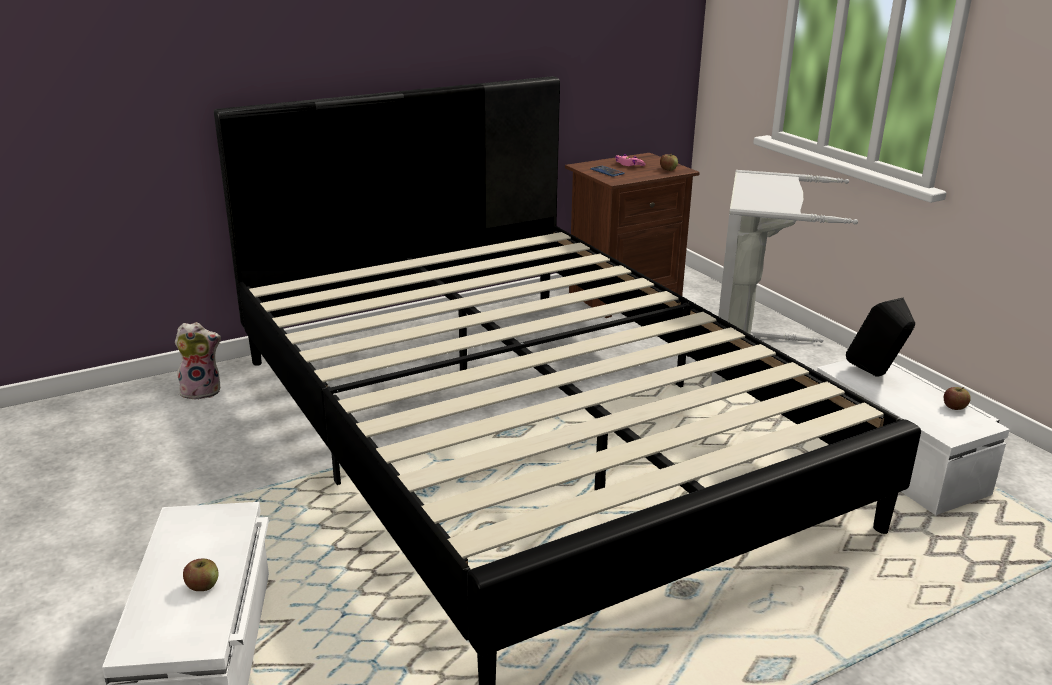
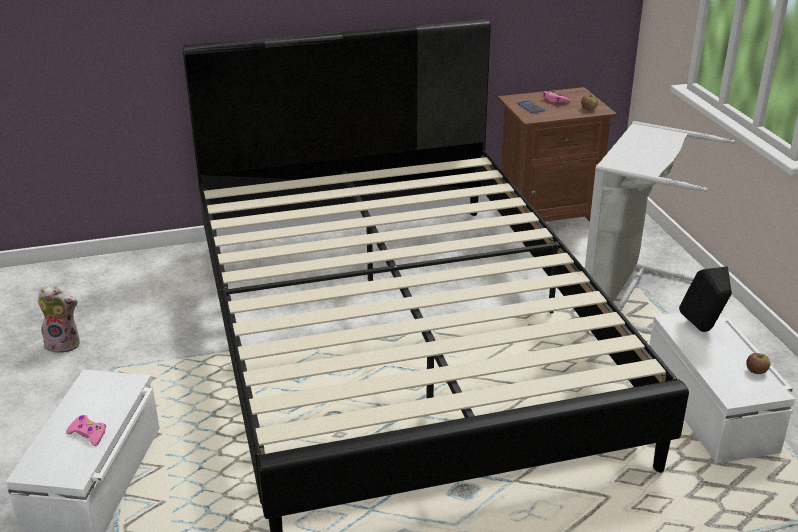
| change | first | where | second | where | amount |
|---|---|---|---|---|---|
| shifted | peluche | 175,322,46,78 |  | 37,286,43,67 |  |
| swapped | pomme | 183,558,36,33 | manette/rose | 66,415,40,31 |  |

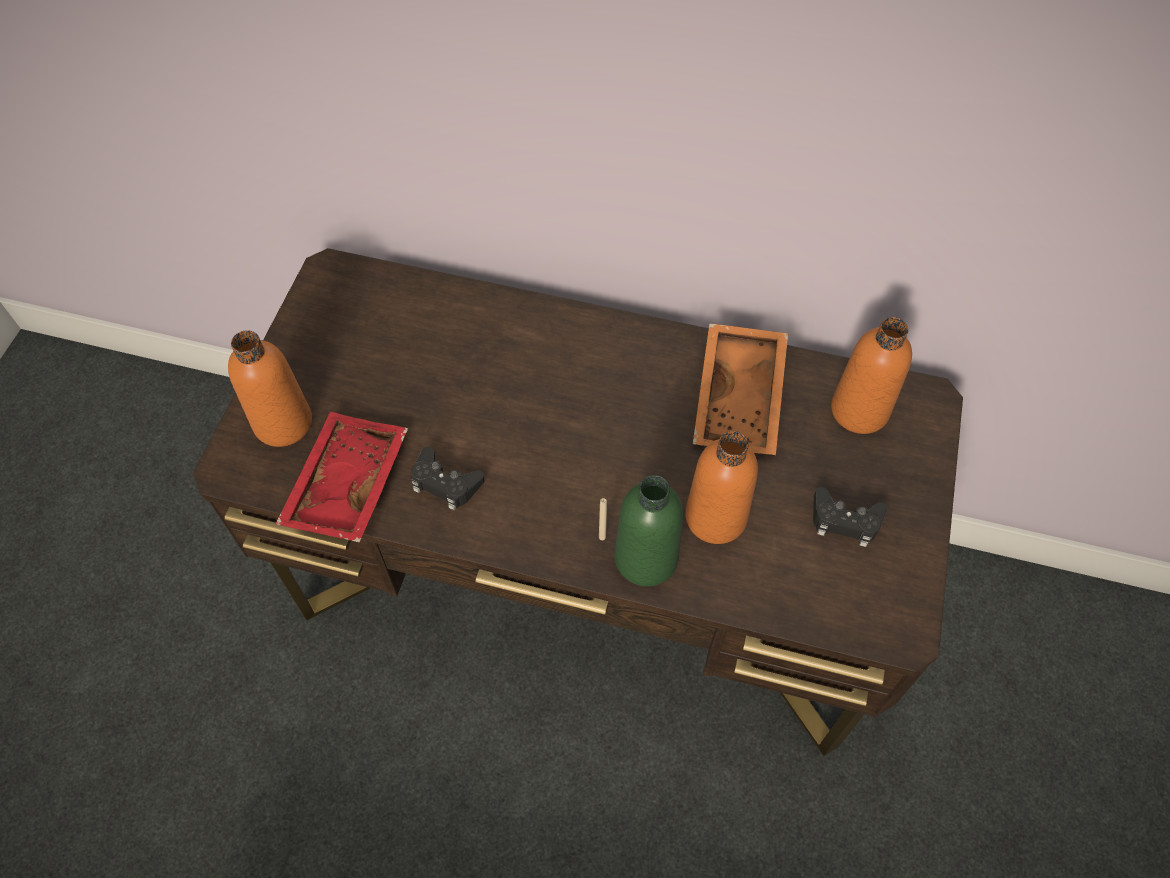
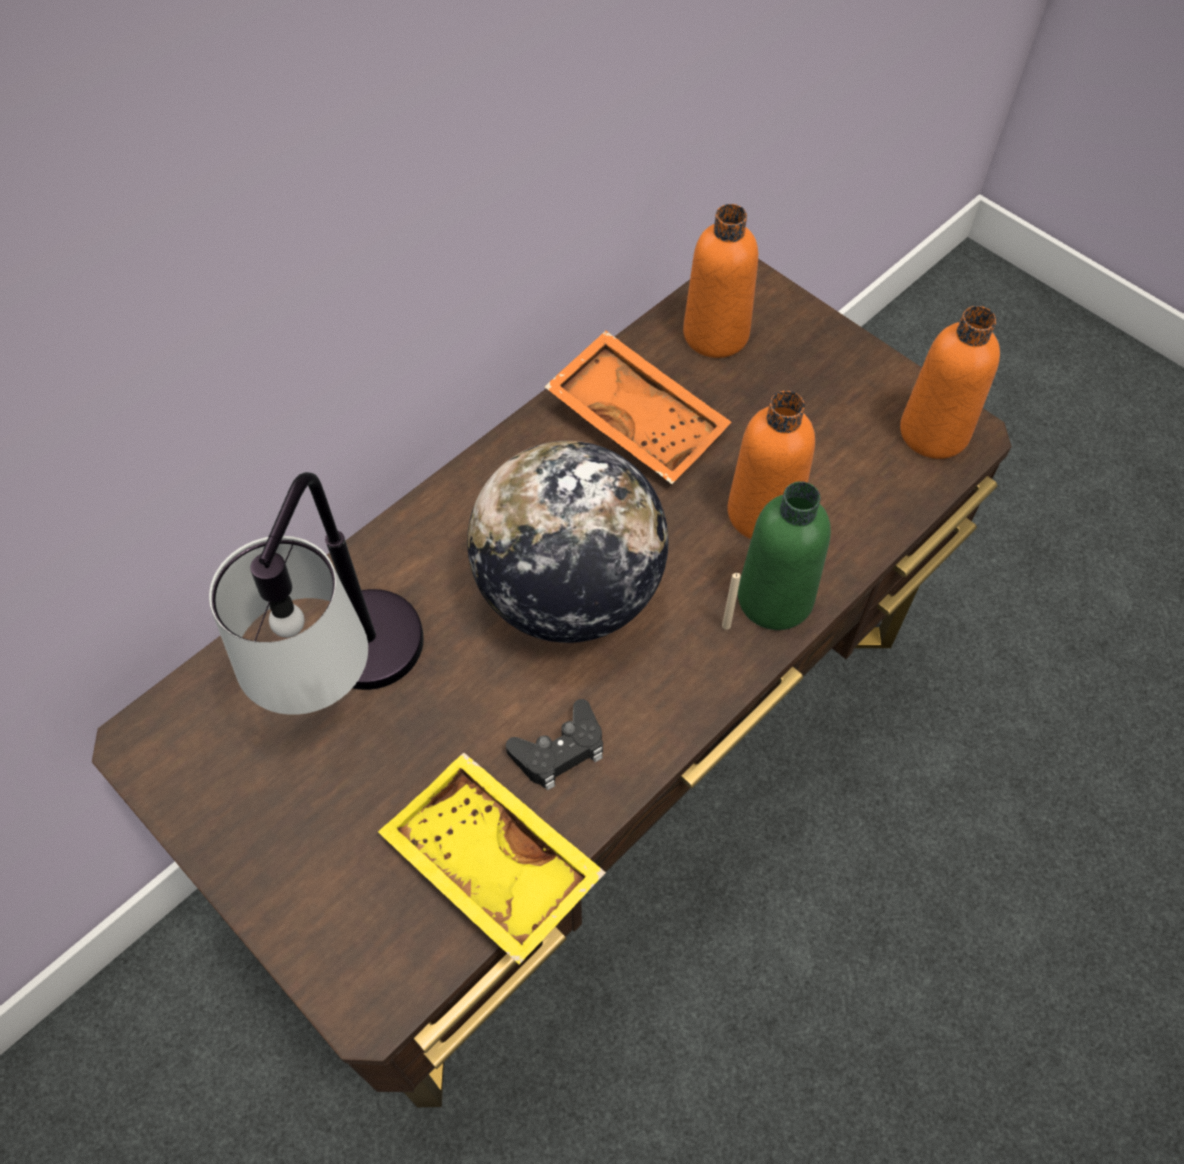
| change | first | where | second | where | amount |
|---|---|---|---|---|---|
| new |  |  | lampe de table | 209,472,215,243 |  |
| repainted | plateau/rouge | 275,412,133,131 | plateau/jaune | 378,753,228,212 |  |
| new |  |  | globe | 467,441,201,202 |  |
| shifted | bouteille/orange | 228,330,84,117 |  | 900,306,100,153 |  |
| gone | manette/noir | 813,487,75,60 |  |  |  |

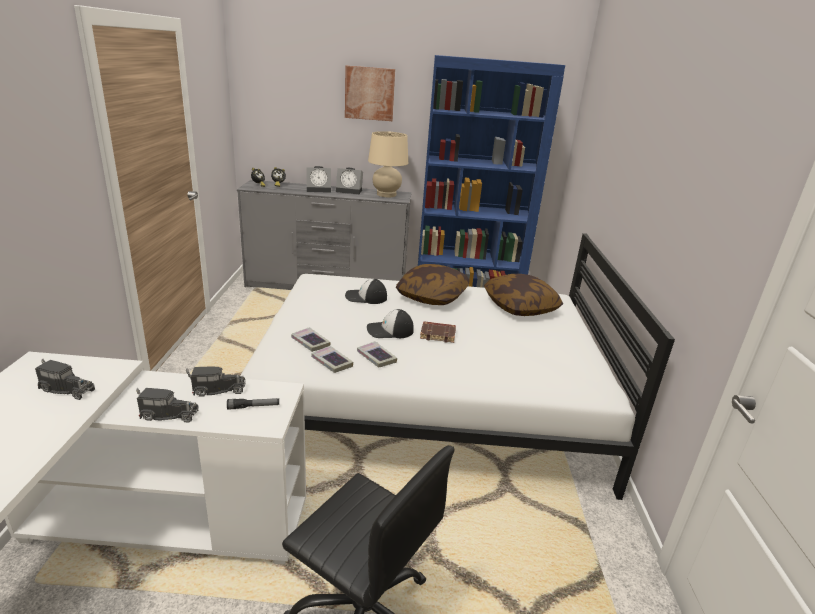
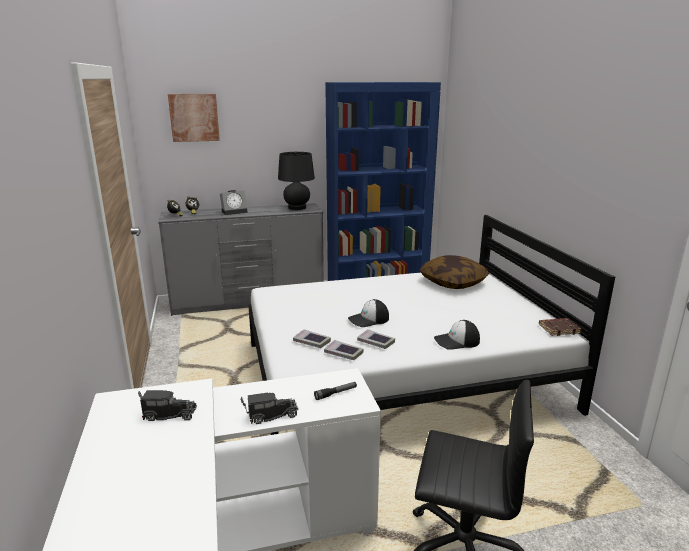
| change | first | where | second | where | amount |
|---|---|---|---|---|---|
| shifted | tableau | 345,66,50,55 |  | 168,94,52,48 |  |
| repainted | lampe de table/beige | 368,131,40,66 | lampe de table/noir | 278,151,37,59 |  |
| shifted | casquette | 345,279,42,25 |  | 434,320,46,30 |  |
| shifted | livre/marron | 420,321,36,22 |  | 539,318,42,18 |  |
| gone | camion jouet | 186,366,60,31 |  |  |  |
| gone | réveil | 336,168,27,26 |  |  |  |
| gone | coussin | 396,264,74,41 |  |  |  |

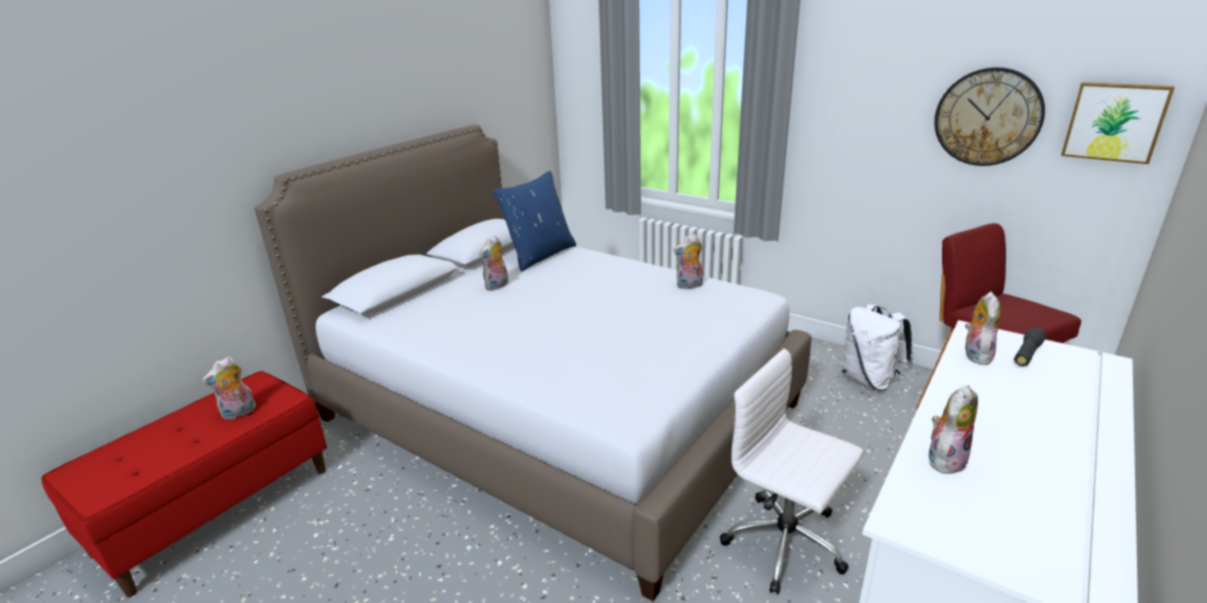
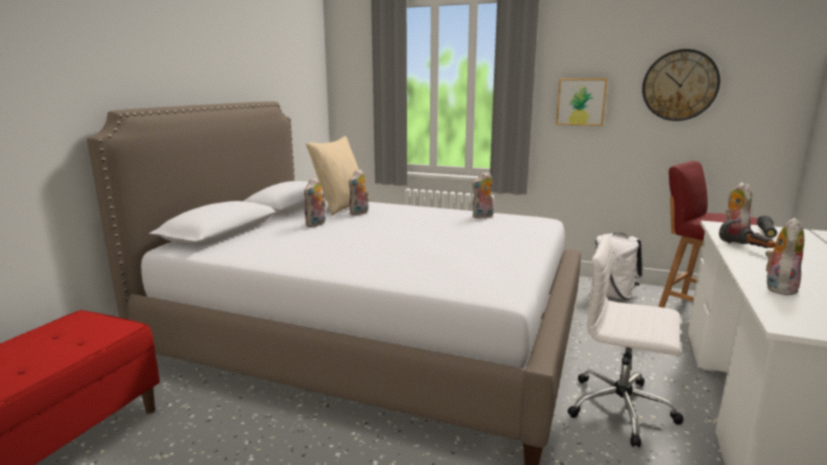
| change | first | where | second | where | amount |
|---|---|---|---|---|---|
| repainted | coussin/bleu | 492,171,84,101 | coussin/beige | 306,136,63,80 |  |
| shifted | peluche | 202,357,54,63 |  | 349,169,20,46 |  |
| shifted | tableau | 1061,82,114,82 |  | 556,79,52,47 |  |
| new |  |  | lampe de poche | 719,219,57,29 |  |

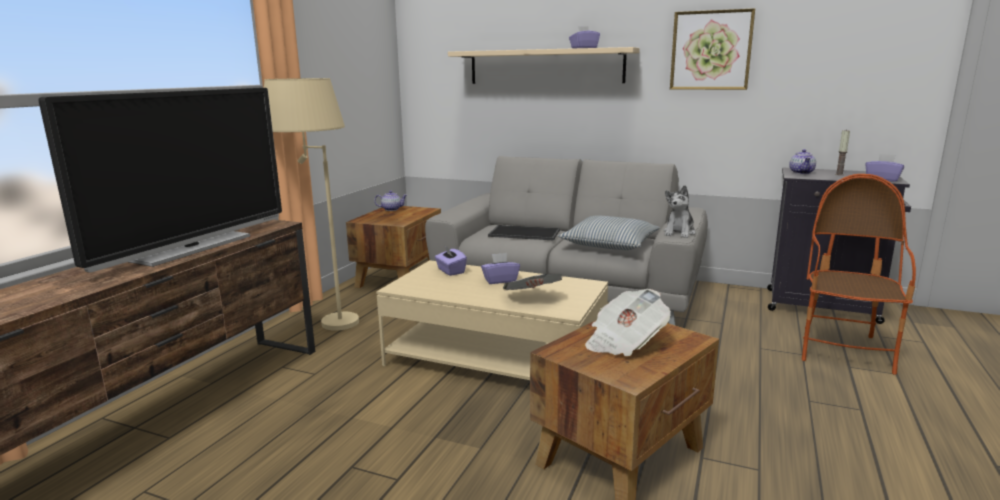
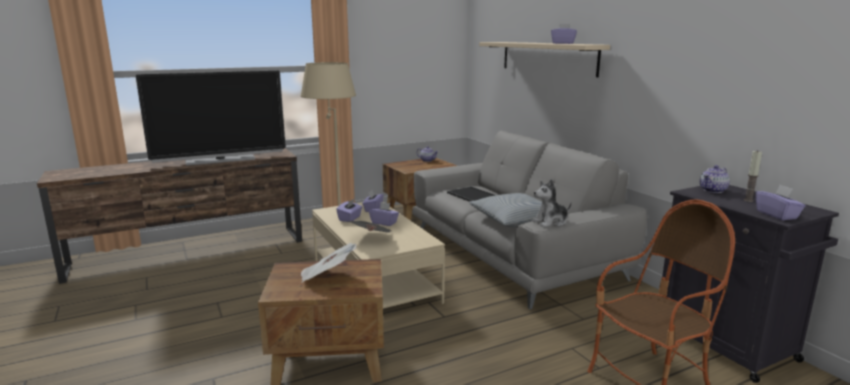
| change | first | where | second | where | amount |
|---|---|---|---|---|---|
| new |  |  | boîte à mouchoirs/violet | 336,199,26,23 |  |
| gone | tableau | 670,8,85,82 |  |  |  |

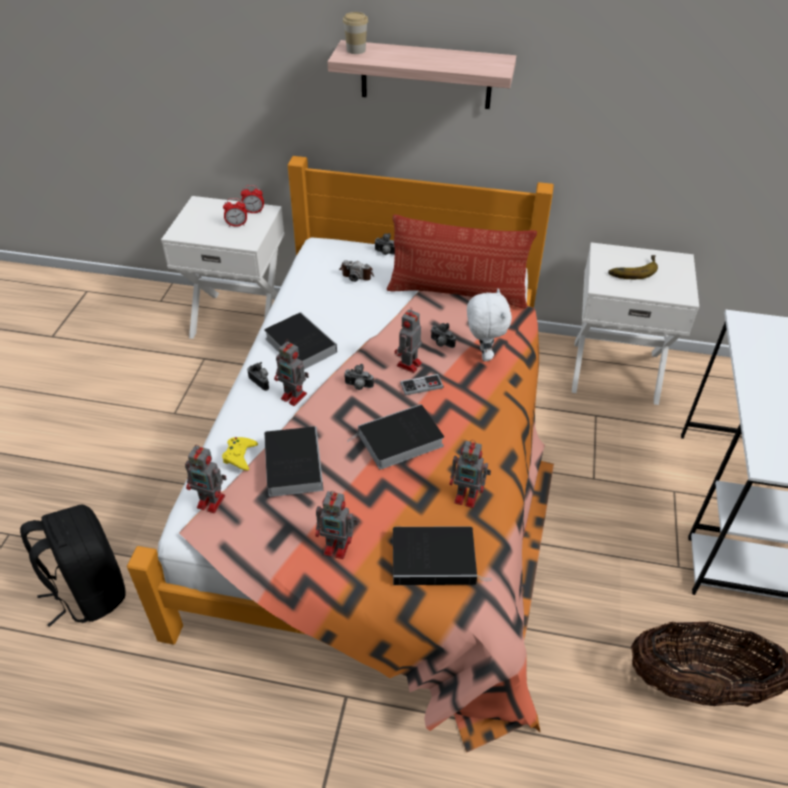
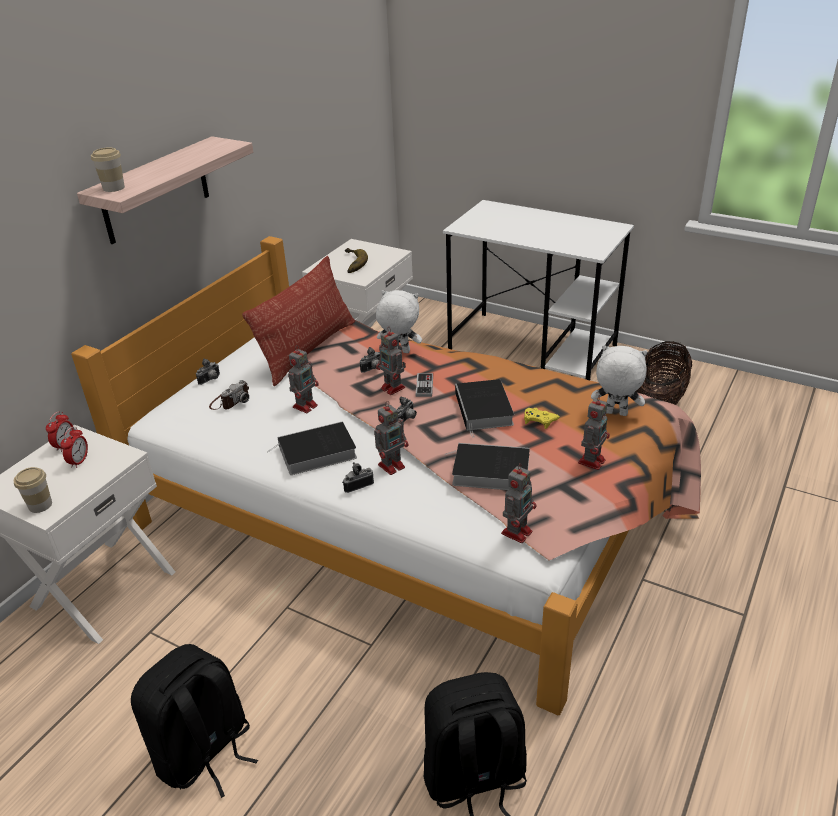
| change | first | where | second | where | amount |
|---|---|---|---|---|---|
| new |  |  | tasse | 14,467,38,46 |  |
| new |  |  | sac à dos/noir | 131,644,127,154 |  |
| shifted | robot jouet | 449,440,42,68 |  | 288,345,31,68 |  |
| shifted | manette/jaune | 222,437,36,34 |  | 524,408,36,21 |  |
| swapped | livre | 393,526,99,59 | peluche/blanc | 591,345,56,71 |  |

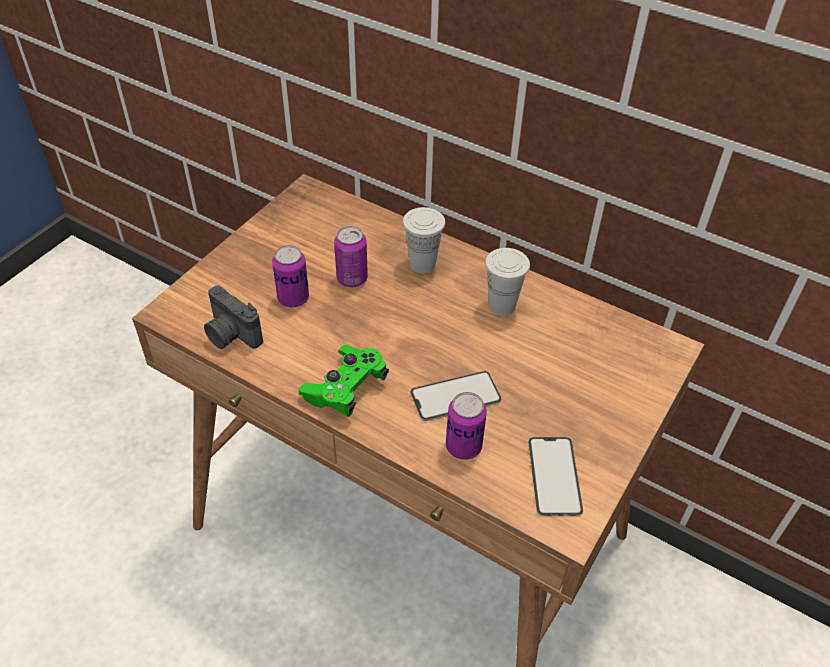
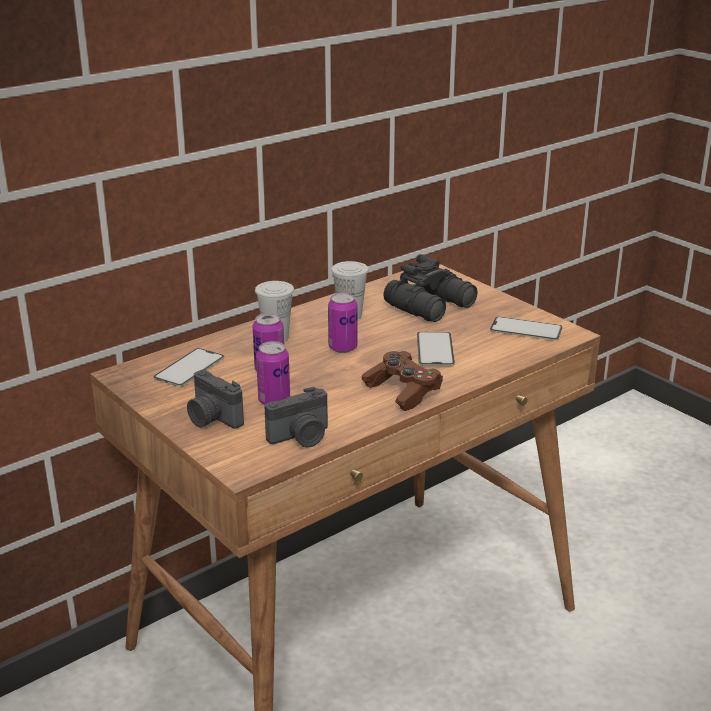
| change | first | where | second | where | amount |
|---|---|---|---|---|---|
| new |  |  | téléphone | 154,348,70,39 |  |
| new |  |  | appareil photo | 187,370,57,59 |  |
| shifted | boîte métallique | 446,392,41,68 |  | 328,293,30,60 |  |
| repainted | manette/vert | 299,345,90,72 | manette/marron | 362,351,81,60 |  |
| new |  |  | jumelles/noir | 384,254,94,68 |  |

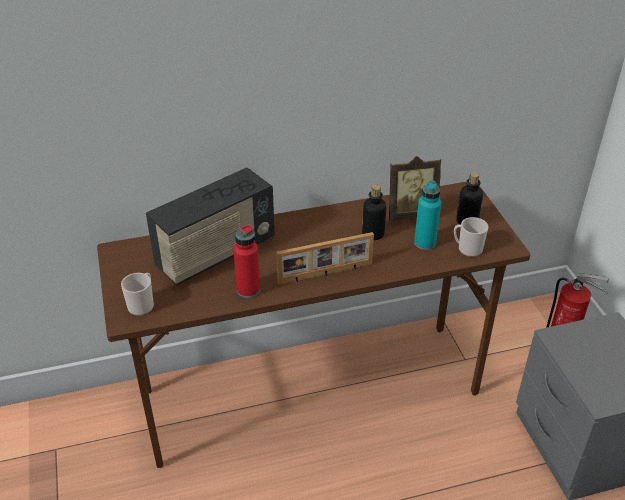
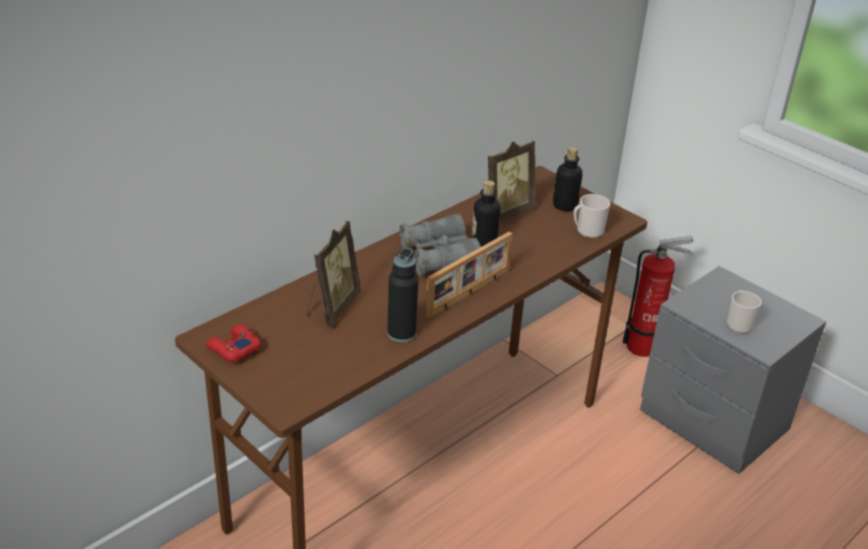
| change | first | where | second | where | amount |
|---|---|---|---|---|---|
| new |  |  | manette/rouge | 206,324,55,39 |  |
| swapped | radio | 146,168,129,118 | cadre photo | 305,221,56,106 |  |
| repainted | bouteille/rouge | 233,224,27,74 | bouteille/noir | 387,248,32,94 |  |
| new |  |  | jumelles/gris | 399,214,82,62 |  |
| shifted | mug | 121,273,33,43 |  | 727,290,35,44 |  |
| gone | bouteille/turquoise | 414,180,27,70 |  |  |  |

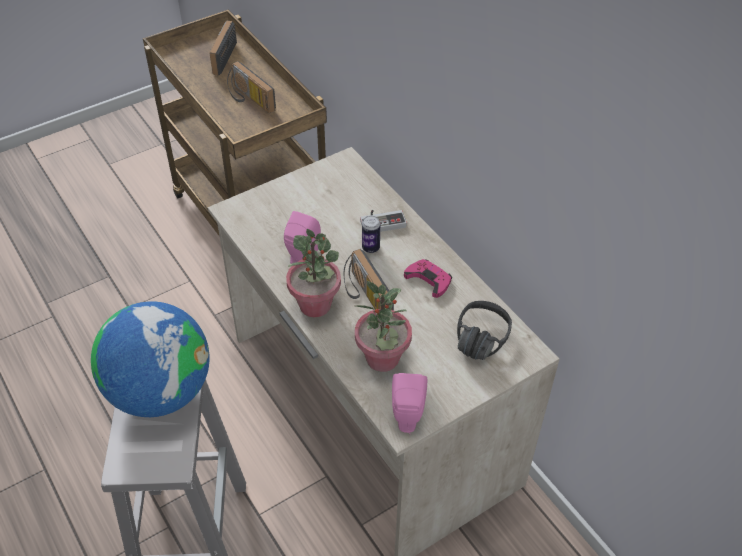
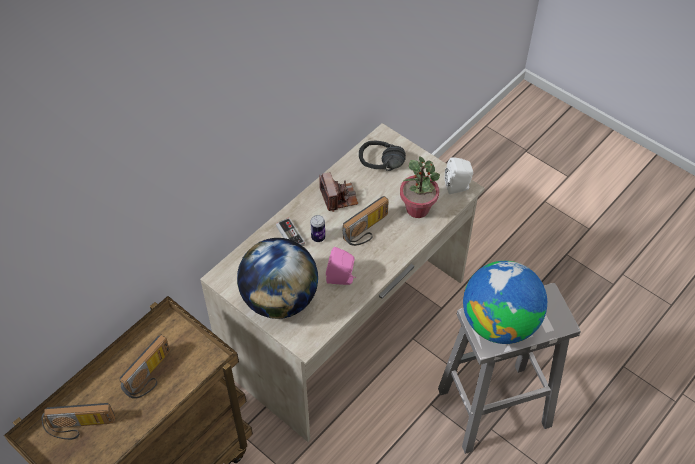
| change | first | where | second | where | amount |
|---|---|---|---|---|---|
| new |  |  | globe | 237,238,81,81 |  |
| swapped | manette/rose | 404,259,48,39 | appareil photo | 319,172,39,40 |  |
| repainted | enceinte/rose | 392,373,35,61 | enceinte/blanc | 445,157,28,37 |  |
| gone | plante en pot | 286,229,55,88 |  |  |  |

